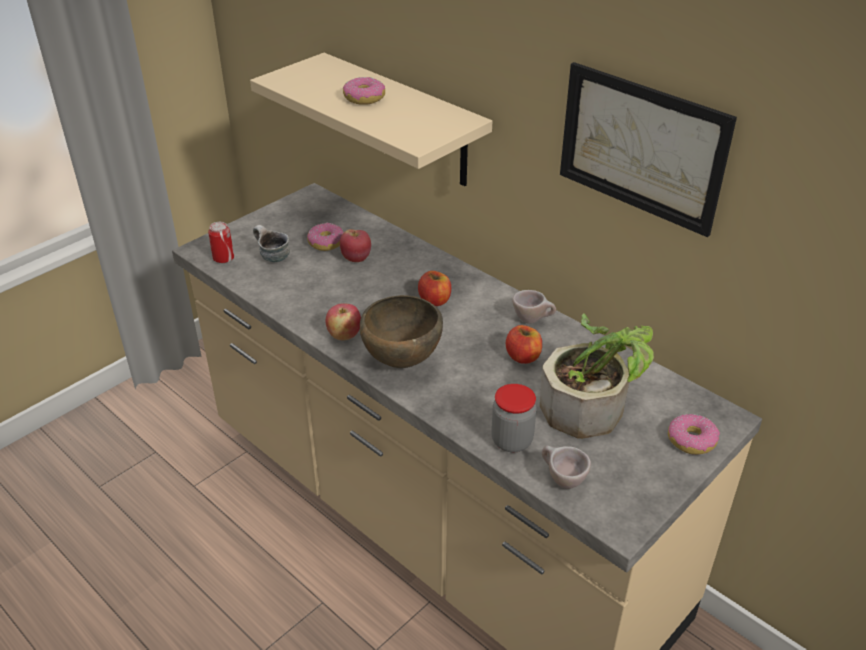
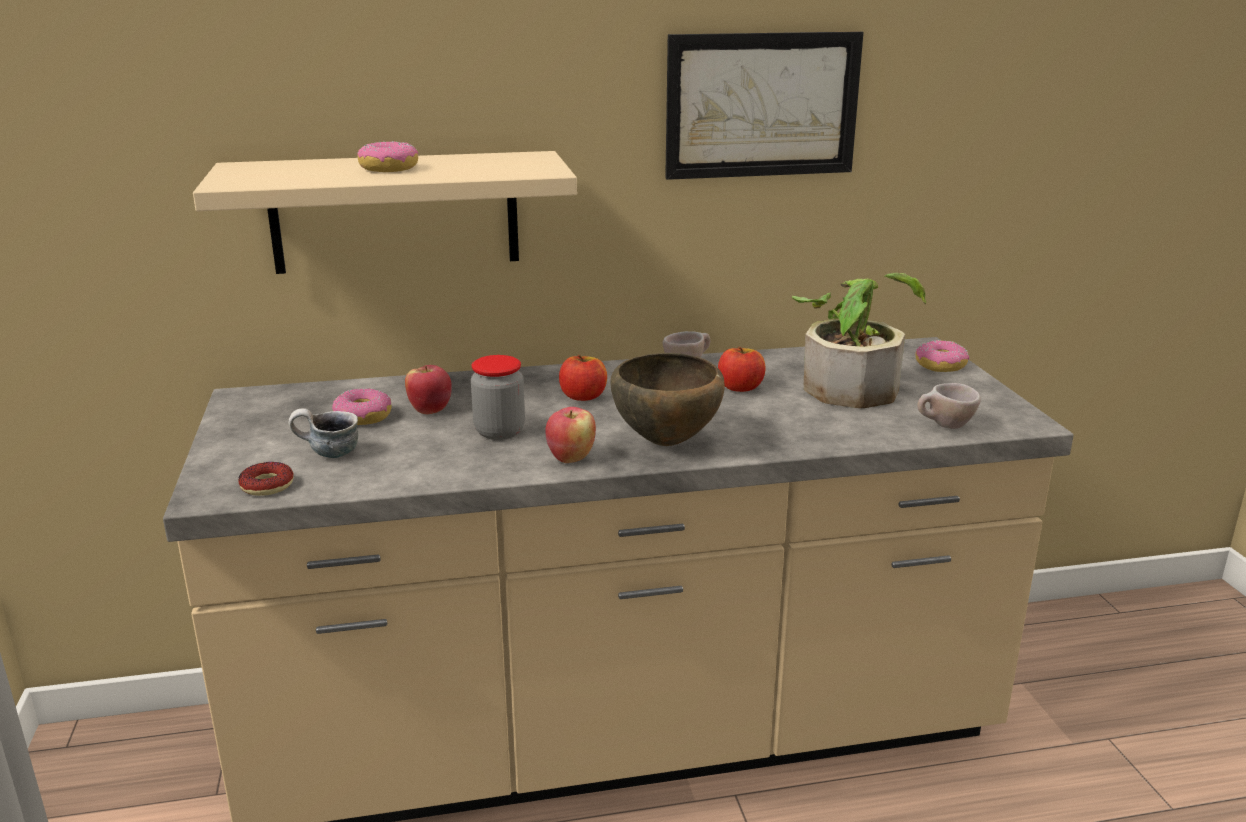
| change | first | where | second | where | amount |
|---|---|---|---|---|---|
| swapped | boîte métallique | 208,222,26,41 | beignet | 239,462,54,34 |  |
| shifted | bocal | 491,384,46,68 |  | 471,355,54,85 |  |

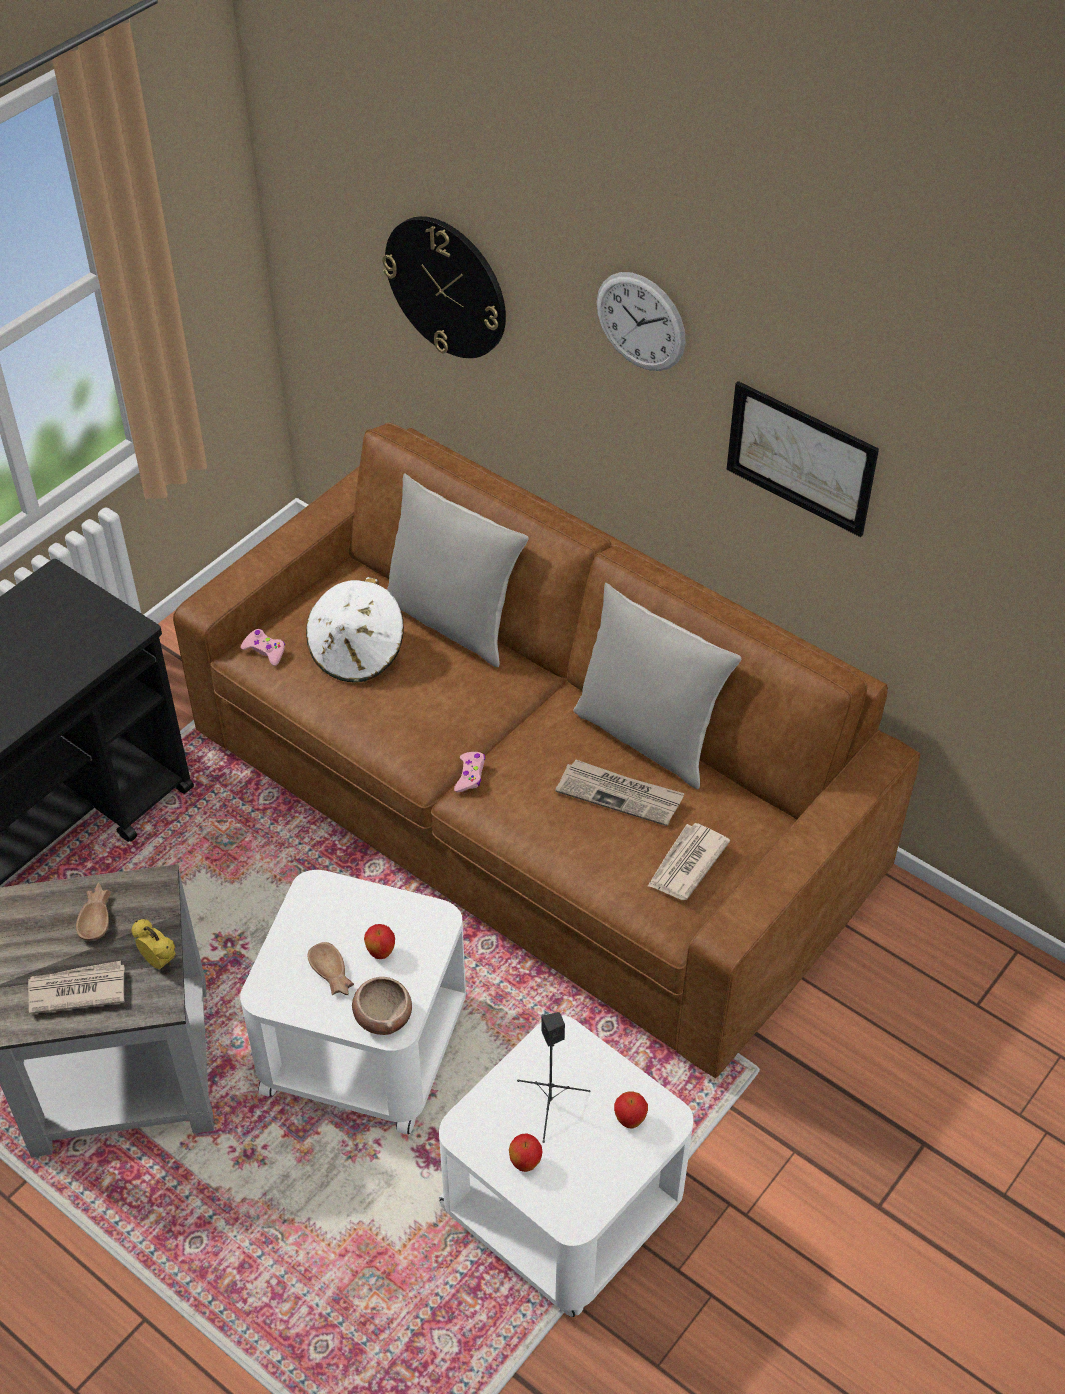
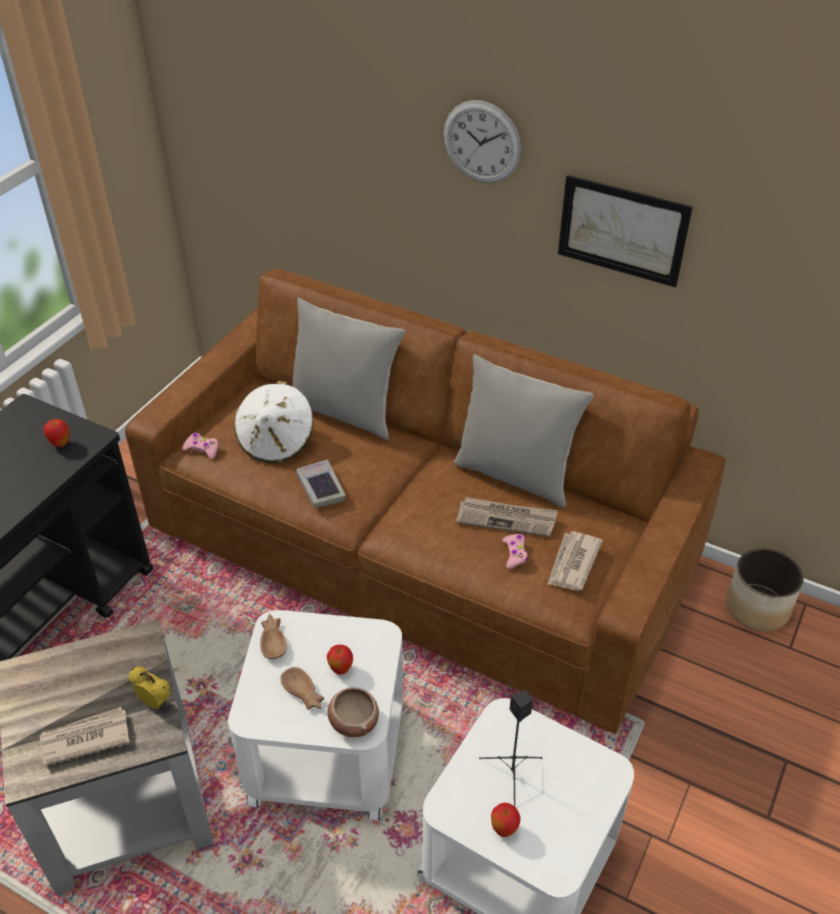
| change | first | where | second | where | amount |
|---|---|---|---|---|---|
| shifted | pomme | 614,1091,34,37 |  | 44,419,26,28 |  |
| shifted | bol/marron | 76,882,35,58 |  | 260,614,27,45 |  |
| new |  |  | livre | 296,460,50,48 |  |
| shifted | manette/rose | 454,752,31,40 |  | 502,534,26,35 |  |
| new |  |  | cache-pot | 726,548,78,83 |  |
| gone | horloge murale | 382,216,124,142 |  |  |  |

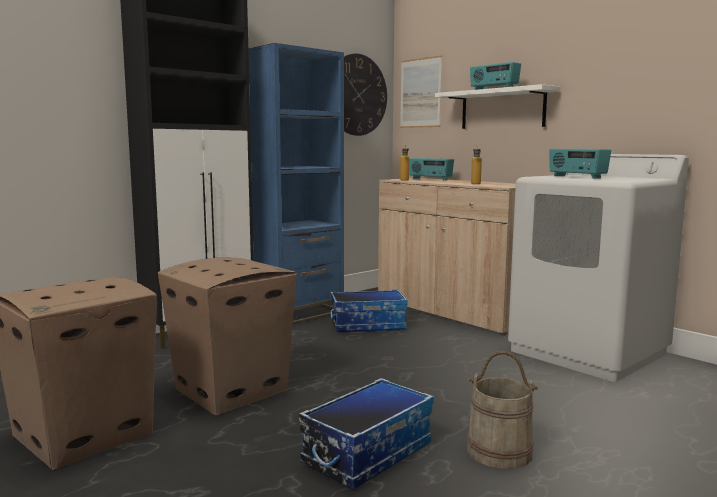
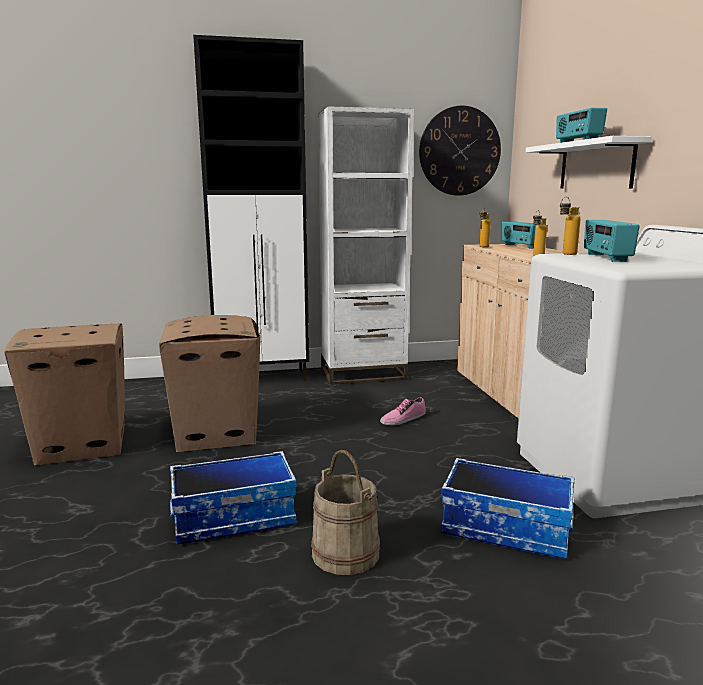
| change | first | where | second | where | amount |
|---|---|---|---|---|---|
| repainted | bibliothèque/bleu | 248,43,96,282 | bibliothèque/blanc | 318,106,96,279 |  |
| new |  |  | chaussure | 380,397,46,29 |  |
| shifted | boîte de rangement | 330,290,78,43 |  | 441,458,133,101 |  |
| new |  |  | bouteille | 560,197,21,58 |  |
| gone | tableau | 400,55,42,73 |  |  |  |

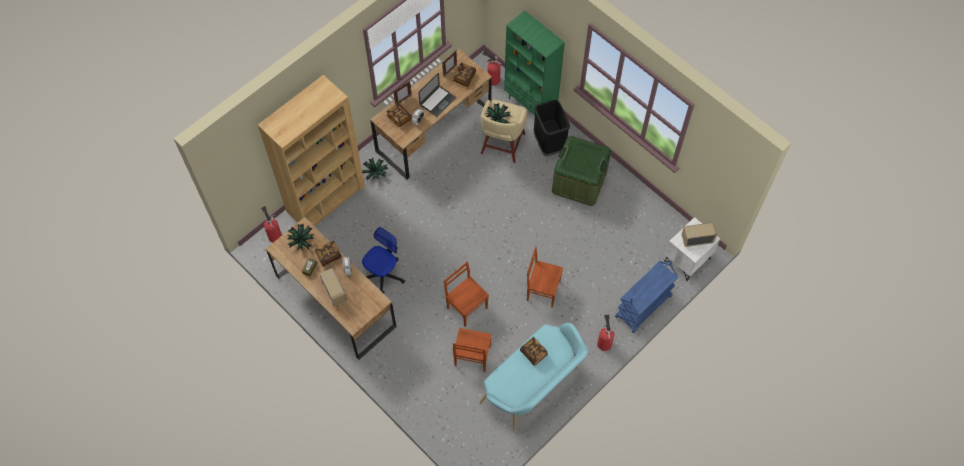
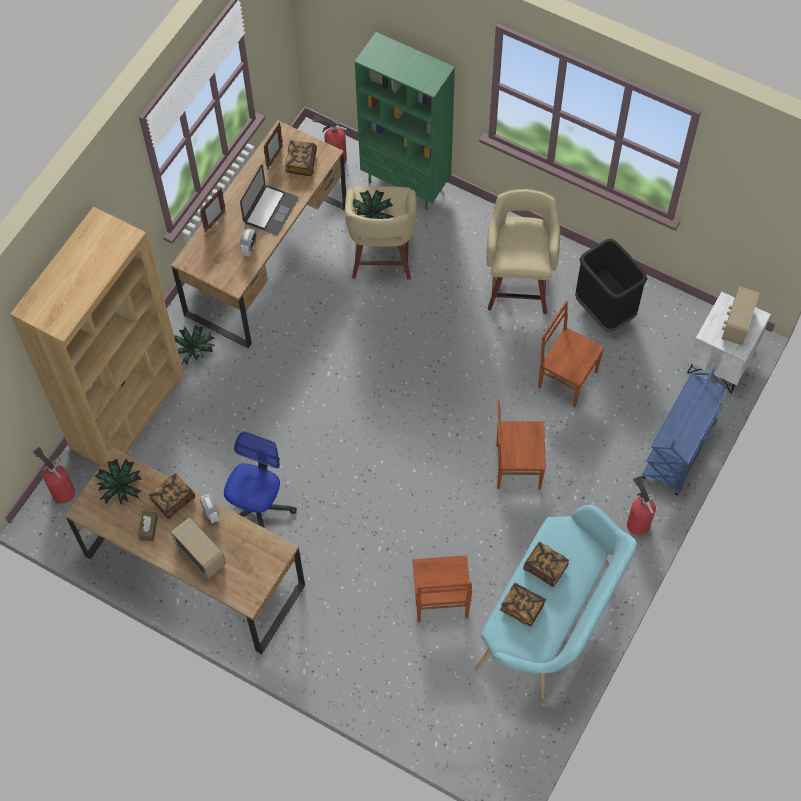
| change | first | where | second | where | amount |
|---|---|---|---|---|---|
| swapped | boîte de rangement/vert | 552,136,59,70 | tabouret/beige | 486,189,74,125 |  |
| shifted | livre | 386,103,26,24 |  | 500,583,46,44 |  |
| shifted | chaise/marron | 444,261,45,66 |  | 538,301,66,106 |  |
| shifted | poubelle/noir | 534,100,36,56 |  | 575,239,72,94 |  |
| rotated | radio | 682,223,35,24 |  | 722,286,38,59 | 45 degrees counterclockwise |

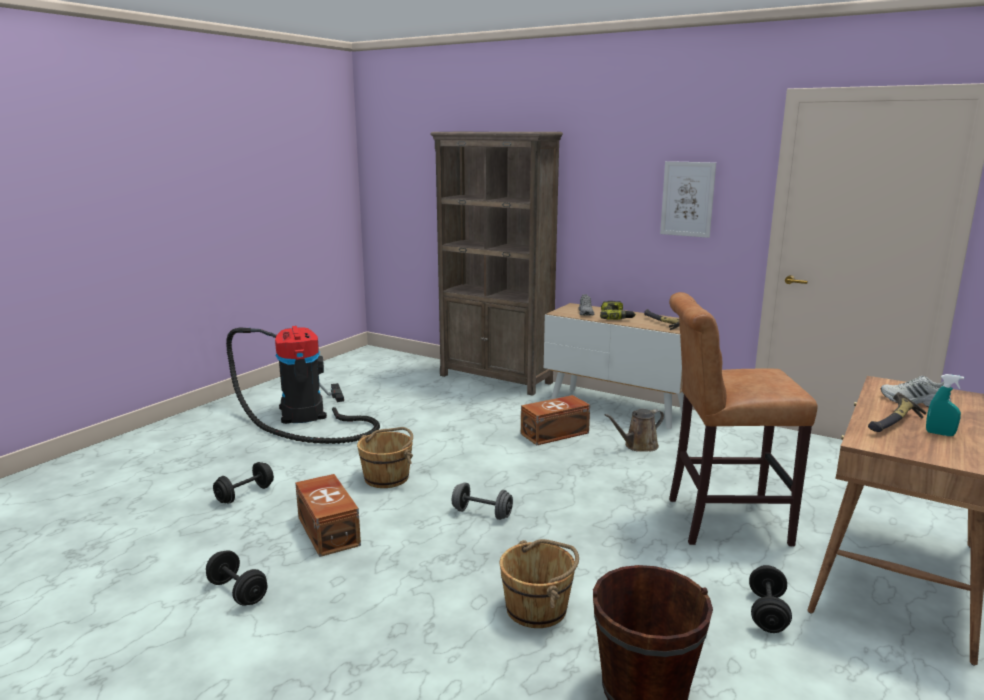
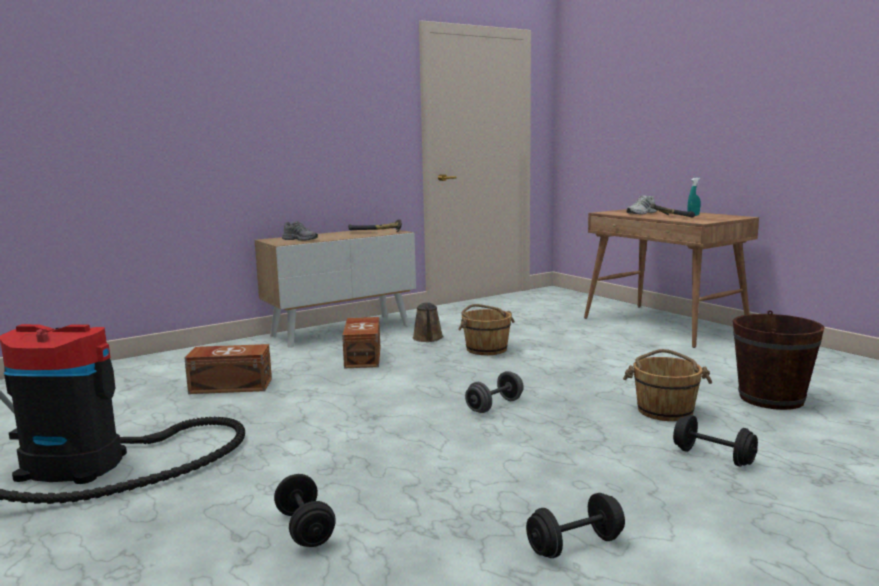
| change | first | where | second | where | amount |
|---|---|---|---|---|---|
| shifted | boîte de rangement/marron | 295,474,66,83 |  | 185,344,87,50 |  |
| shifted | seau/marron | 357,427,56,61 |  | 458,304,57,51 |  |
| shifted | haltère/noir | 749,565,43,68 |  | 673,415,85,51 |  |
| gone | bibliothèque/marron | 430,132,133,264 |  |  |  |
| gone | perceuse | 600,301,36,19 |  |  |  |
| gone | tableau | 660,161,56,77 |  |  |  |
| gone | tabouret/marron | 669,292,149,255 |  |  |  |

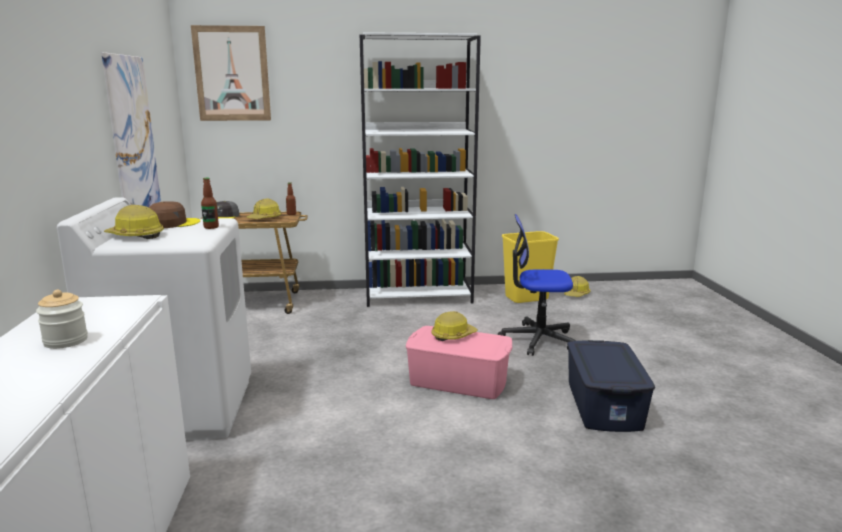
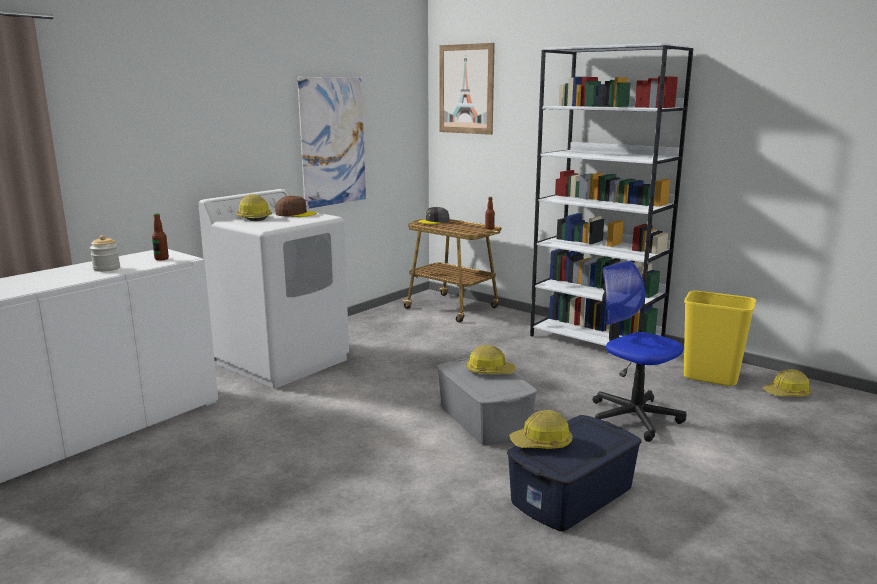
| change | first | where | second | where | amount |
|---|---|---|---|---|---|
| shifted | bouteille | 201,178,18,51 |  | 152,213,17,48 |  |
| repainted | boîte de rangement/rose | 406,326,106,73 | boîte de rangement/gris | 437,358,100,87 |  |
| shifted | casque de chantier | 246,198,35,21 |  | 509,410,63,39 |  |

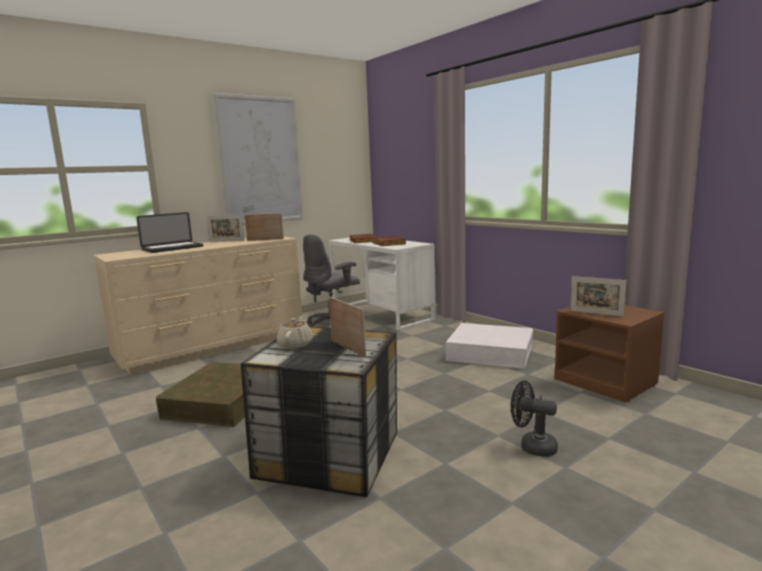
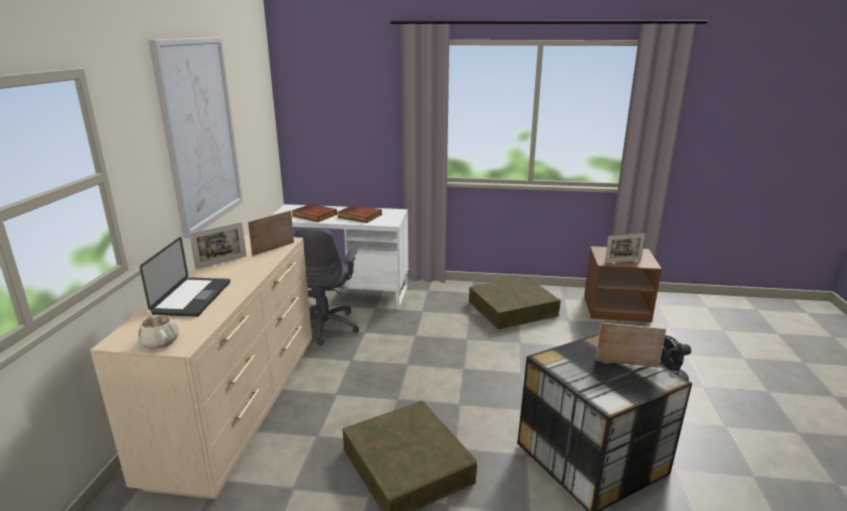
| change | first | where | second | where | amount |
|---|---|---|---|---|---|
| shifted | théière/beige | 277,316,35,33 |  | 138,309,41,40 |  |
| repainted | boîte de rangement/blanc | 445,323,88,46 | boîte de rangement/marron | 469,276,92,53 |  |

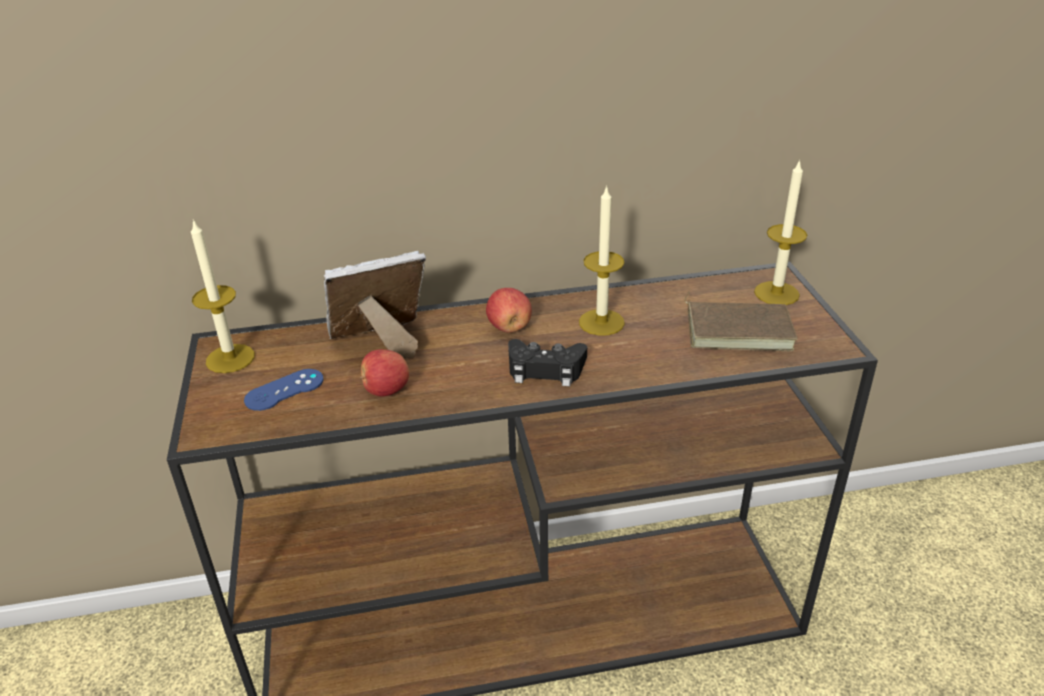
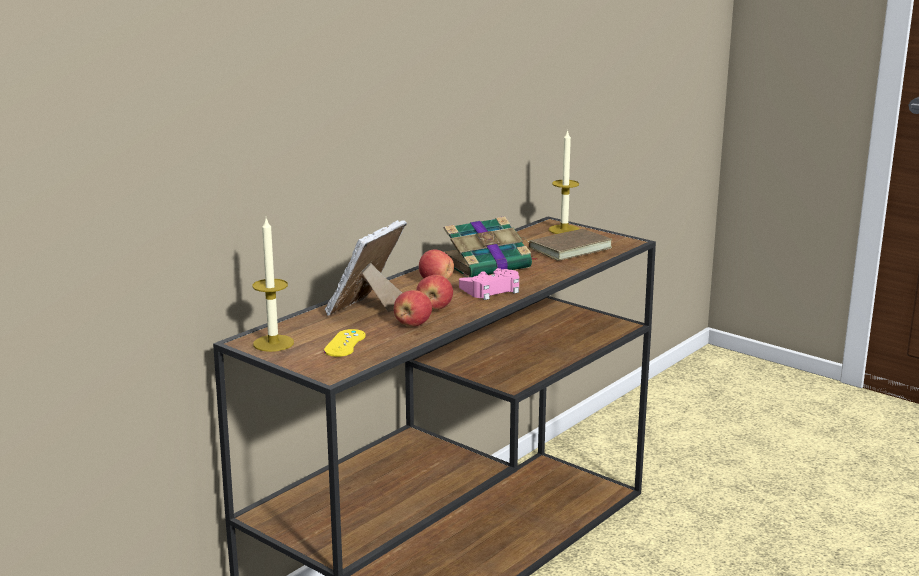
| change | first | where | second | where | amount |
|---|---|---|---|---|---|
| repainted | manette/bleu | 244,369,80,42 | manette/jaune | 324,329,42,28 |  |
| new |  |  | pomme | 416,275,37,35 |  |
| swapped | bougie | 579,185,46,151 | livre | 443,216,95,61 |  |
| repainted | manette/noir | 508,339,79,47 | manette/rose | 459,268,60,32 |  |

